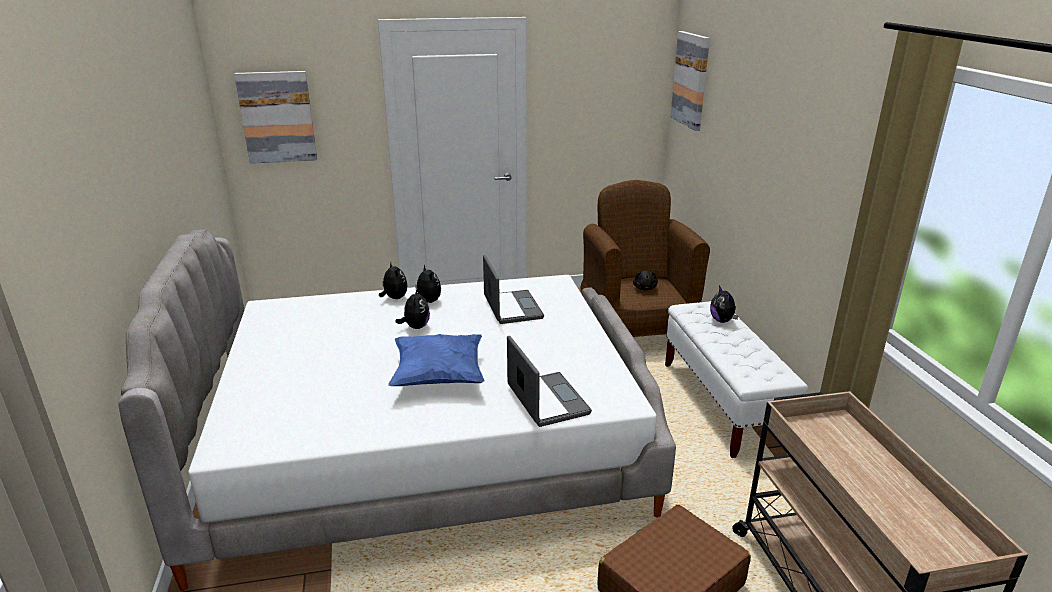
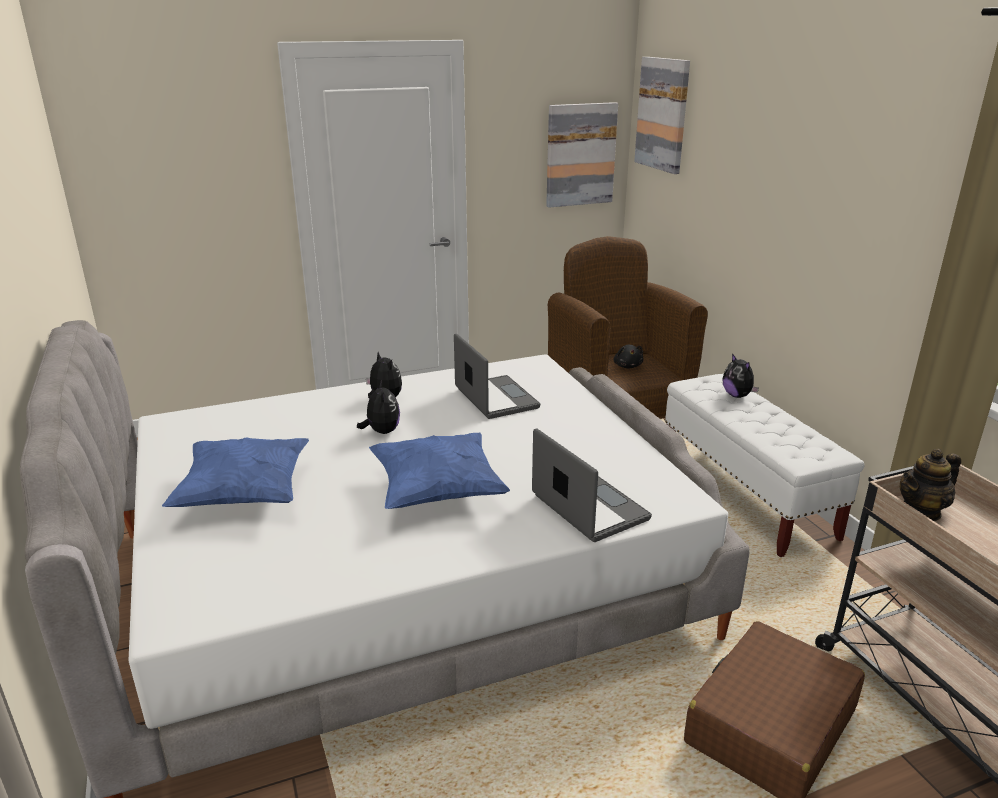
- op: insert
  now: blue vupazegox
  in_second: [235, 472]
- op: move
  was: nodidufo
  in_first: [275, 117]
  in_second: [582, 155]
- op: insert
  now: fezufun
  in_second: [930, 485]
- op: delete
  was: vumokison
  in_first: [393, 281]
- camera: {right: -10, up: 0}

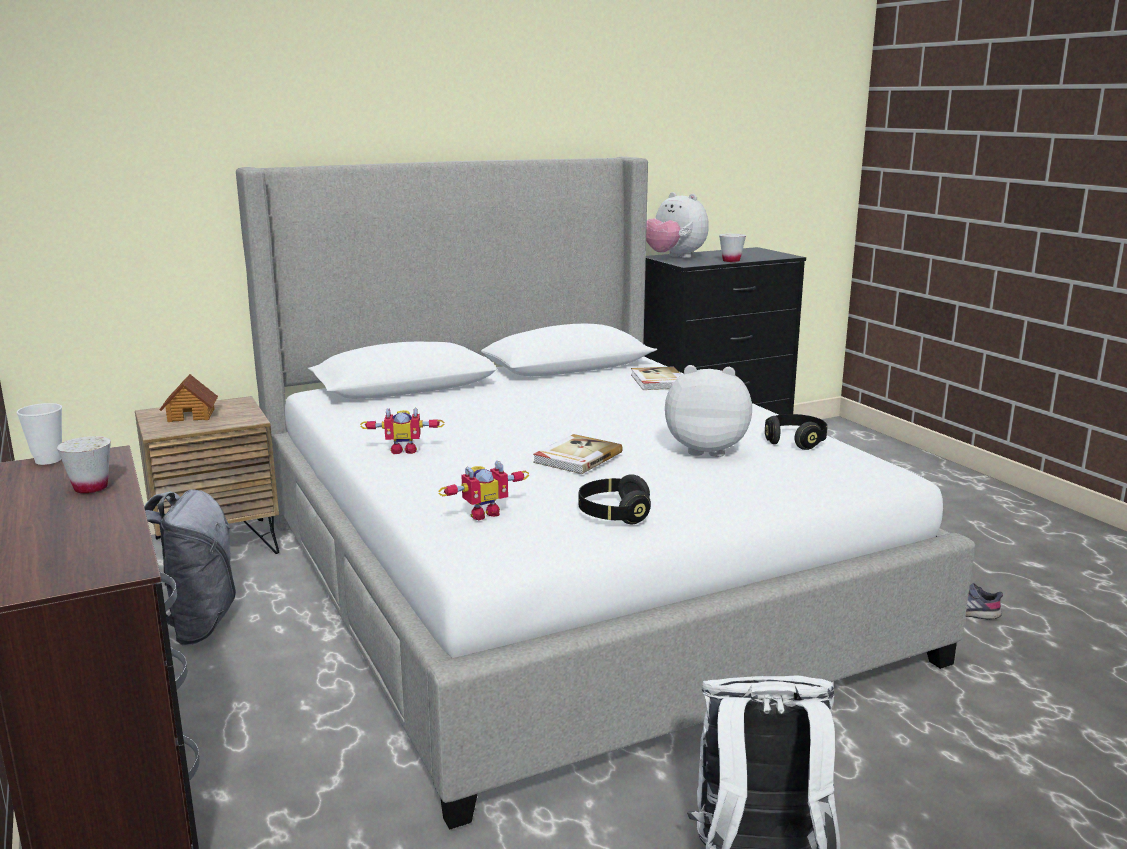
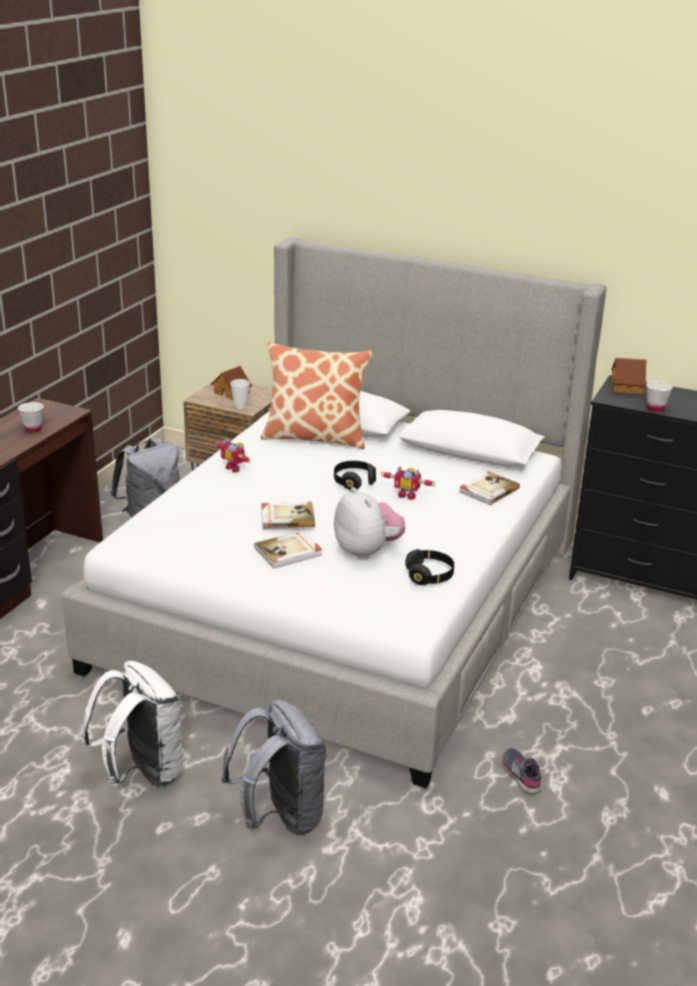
- op: insert
  now: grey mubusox
  in_second: [274, 767]
- op: move
  was: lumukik
  in_first: [39, 434]
  in_second: [240, 394]
- op: insert
  now: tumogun
  in_second: [288, 549]
- op: insert
  now: vupazegox
  in_second: [317, 395]
- op: move
  was: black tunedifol
  in_first: [614, 499]
  in_second: [355, 475]
- op: move
  was: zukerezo
  in_first: [484, 490]
  in_second: [408, 483]
- op: replace
  was: vumokison
  now: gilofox
  in_first: [677, 225]
  in_second: [629, 376]
- camera: {right: 50, up: 10}

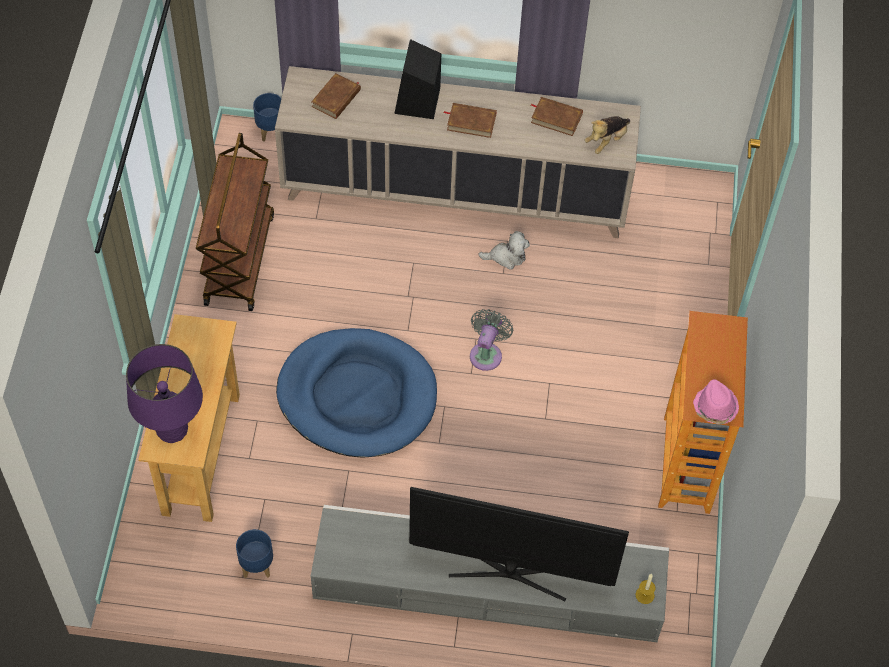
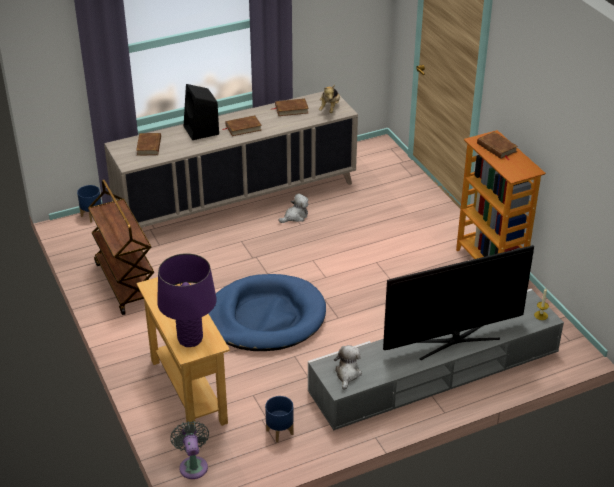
- op: move
  was: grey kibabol
  in_first: [491, 340]
  in_second: [189, 450]
- op: insert
  now: vumokison
  in_second: [348, 367]
- op: insert
  now: brown tumogun
  in_second: [497, 146]
- op: delete
  was: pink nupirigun
  in_first: [716, 401]
- camera: {right: -30, up: -20}

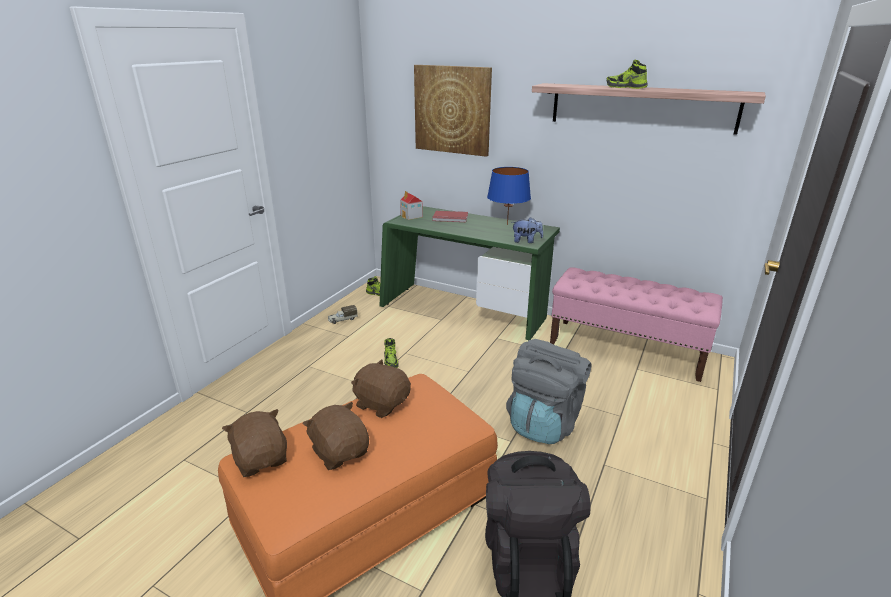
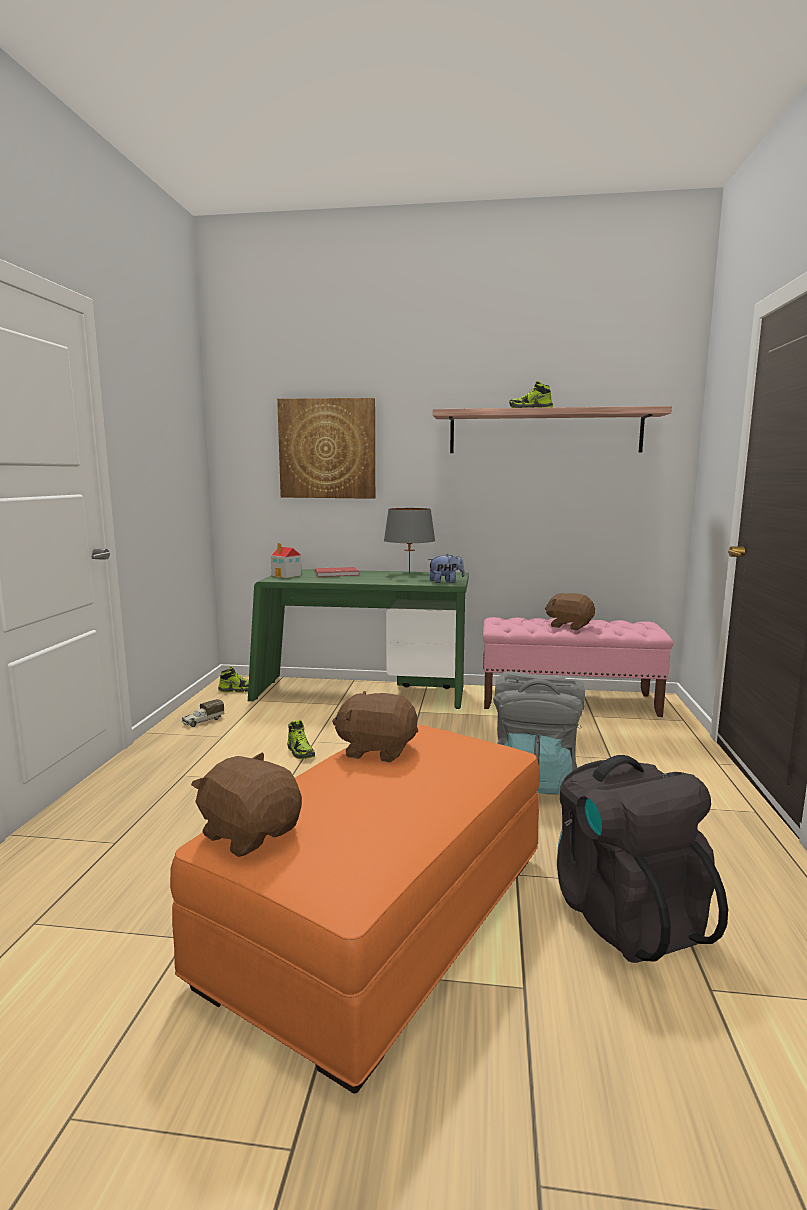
- op: recolor
  was: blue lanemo
  now: grey lanemo
  in_first: [509, 196]
  in_second: [409, 541]
- op: move
  was: brown vumokison
  in_first: [336, 436]
  in_second: [570, 611]
- camera: {right: -20, up: -15}

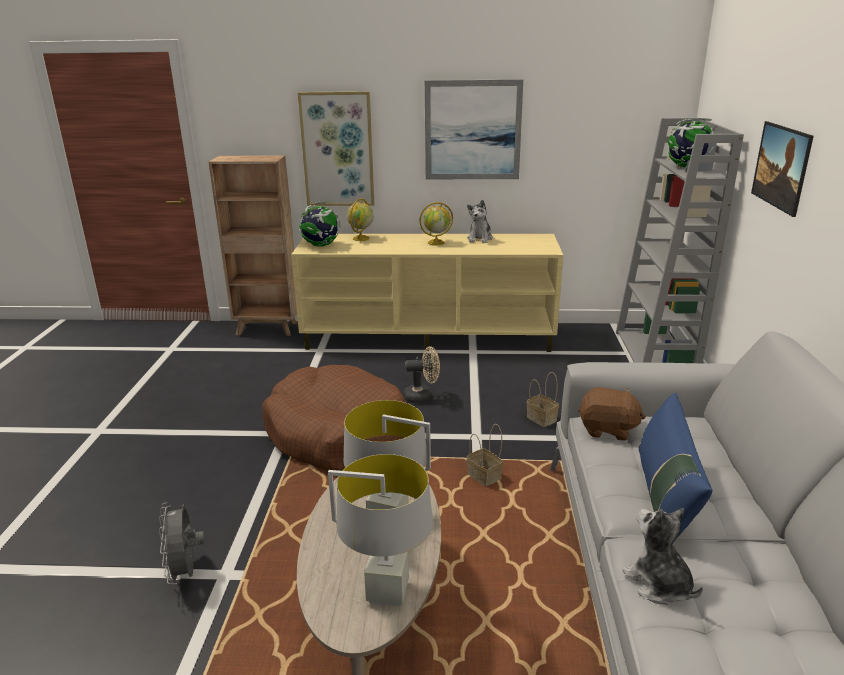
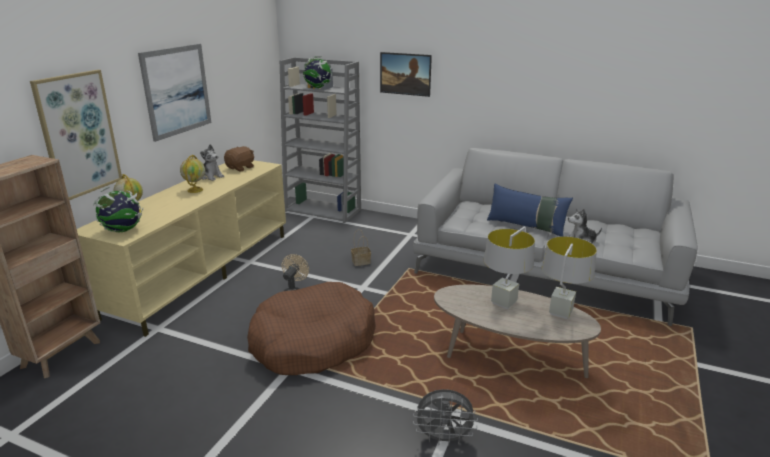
- op: move
  was: brown vumokison
  in_first: [612, 414]
  in_second: [239, 158]
- op: delete
  was: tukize
  in_first: [485, 455]
- camera: {right: -70, up: 0}

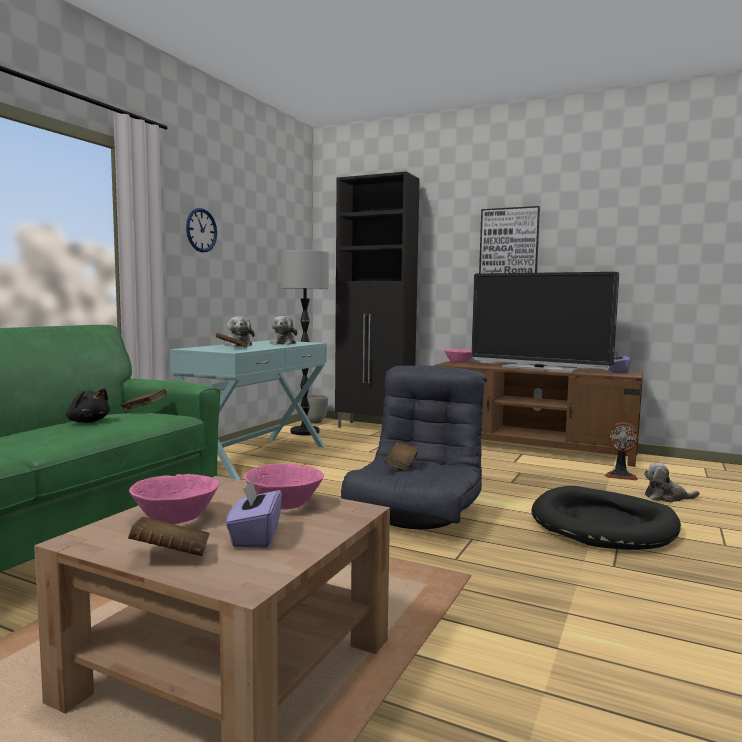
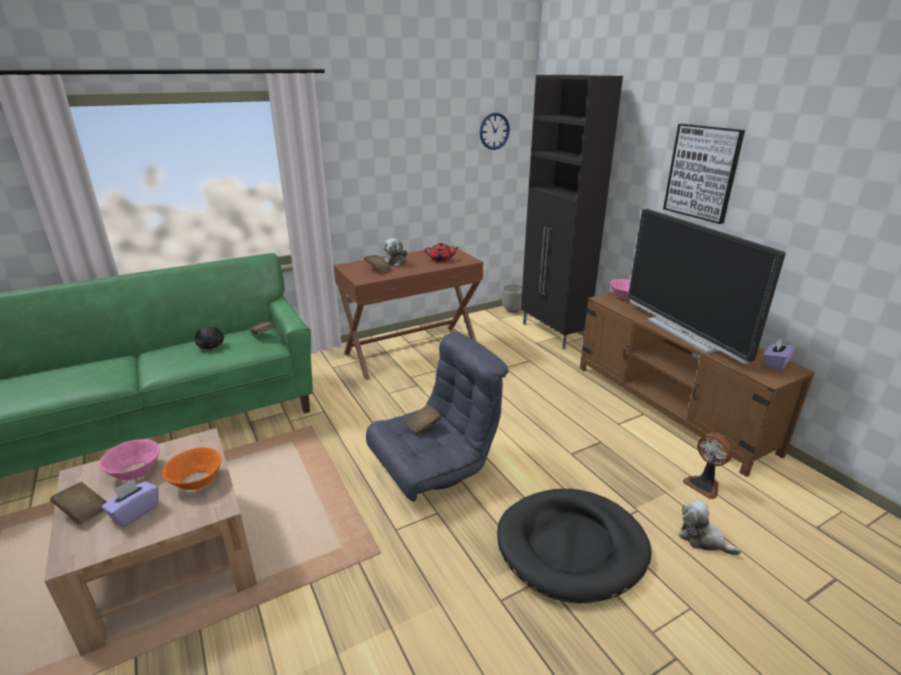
- op: recolor
  was: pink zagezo
  now: orange zagezo
  in_first: [284, 486]
  in_second: [192, 468]
- op: recolor
  was: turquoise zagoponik
  now: brown zagoponik
  in_first: [248, 410]
  in_second: [408, 313]
- op: replace
  was: vumokison
  now: red fezufun
  in_first: [284, 330]
  in_second: [441, 252]
- op: move
  was: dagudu
  in_first: [201, 230]
  in_second: [495, 131]
- op: delete
  was: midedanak
  in_first: [305, 342]
- camera: {right: 35, up: 20}

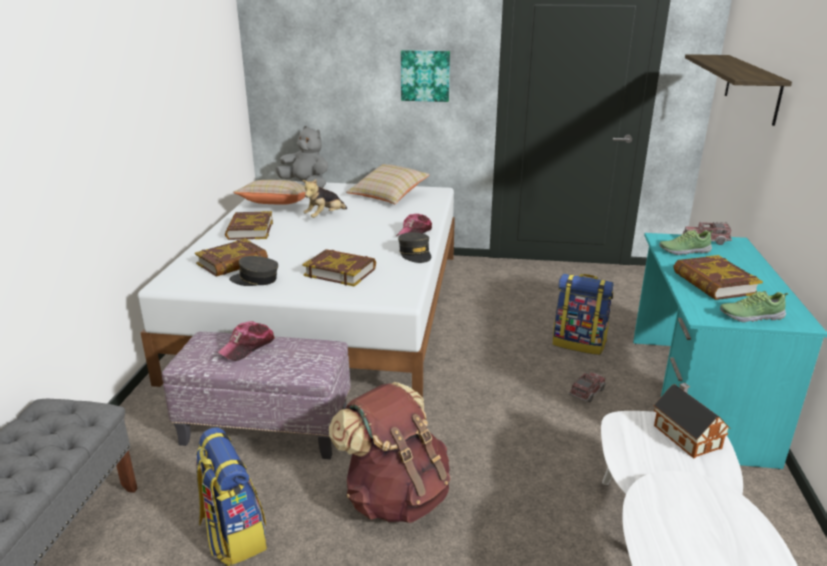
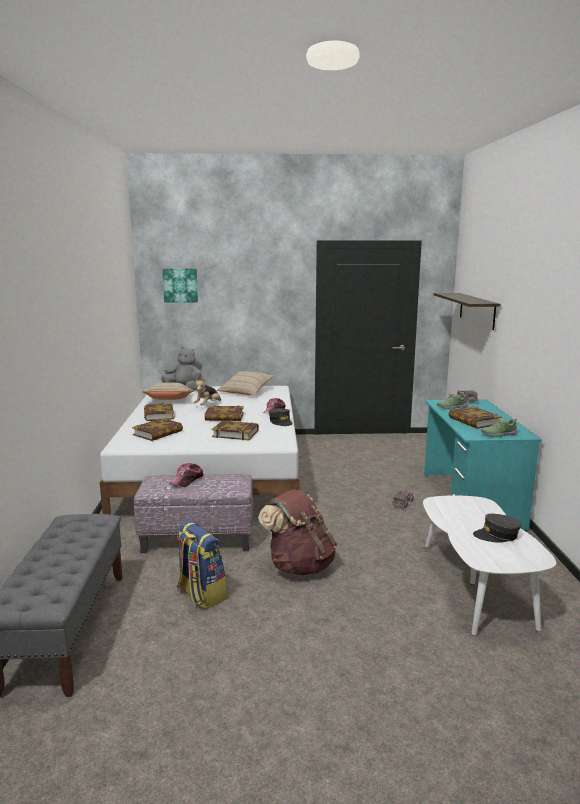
- op: move
  was: nodidufo
  in_first: [425, 76]
  in_second: [180, 285]
- op: insert
  now: tumogun
  in_second: [224, 413]
- op: move
  was: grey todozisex
  in_first: [253, 271]
  in_second: [497, 528]
- op: delete
  was: mubusox
  in_first: [583, 314]
- op: delete
  was: gilofox
  in_first: [692, 421]
- camera: {right: -10, up: -10}

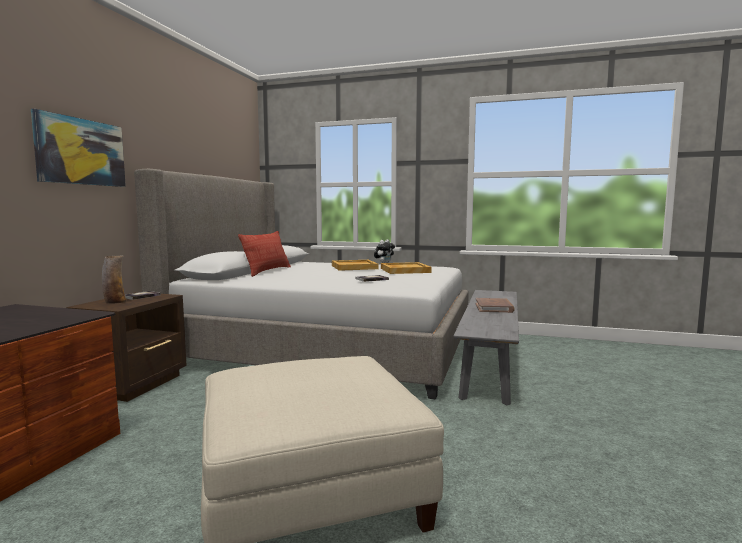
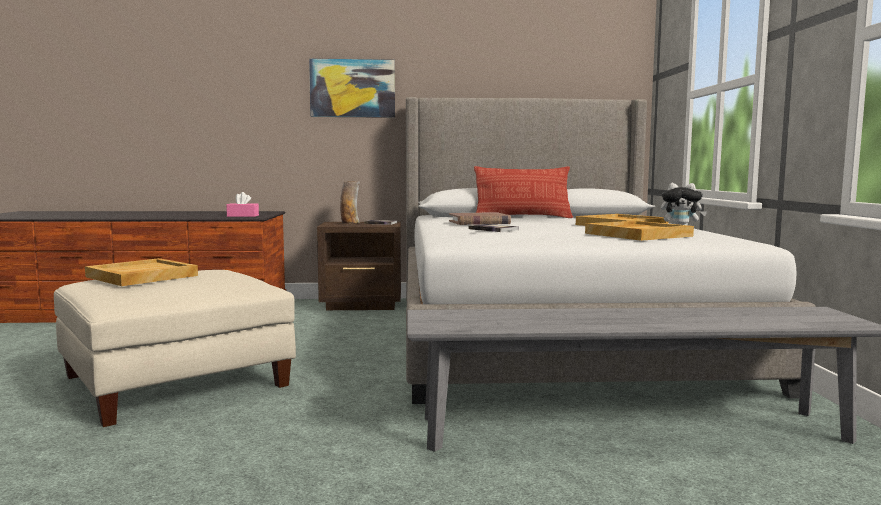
- op: insert
  now: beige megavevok
  in_second: [141, 272]
- op: insert
  now: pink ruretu
  in_second: [242, 204]
- op: move
  was: brown tumogun
  in_first: [495, 305]
  in_second: [480, 218]
- camera: {right: 70, up: 0}

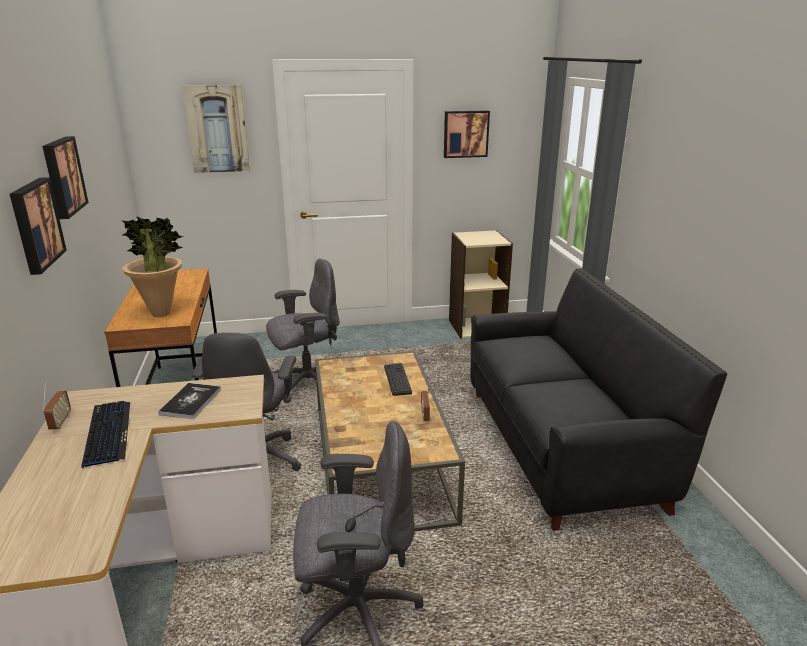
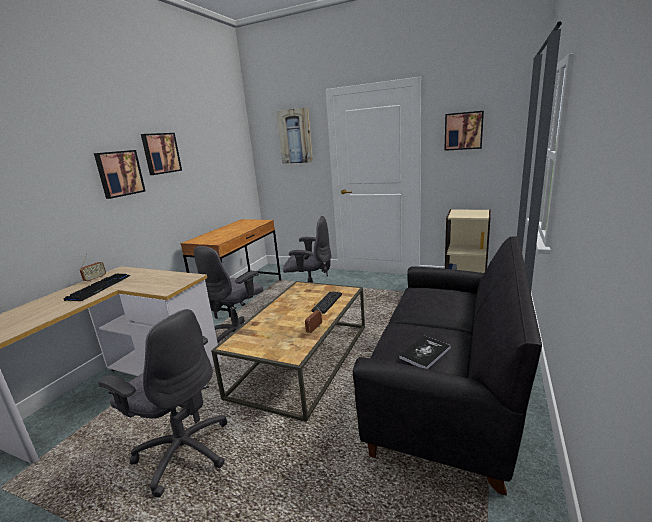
- op: move
  was: tumogun
  in_first: [189, 401]
  in_second: [425, 352]
- op: delete
  was: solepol
  in_first: [152, 266]
- camera: {right: 35, up: -5}

